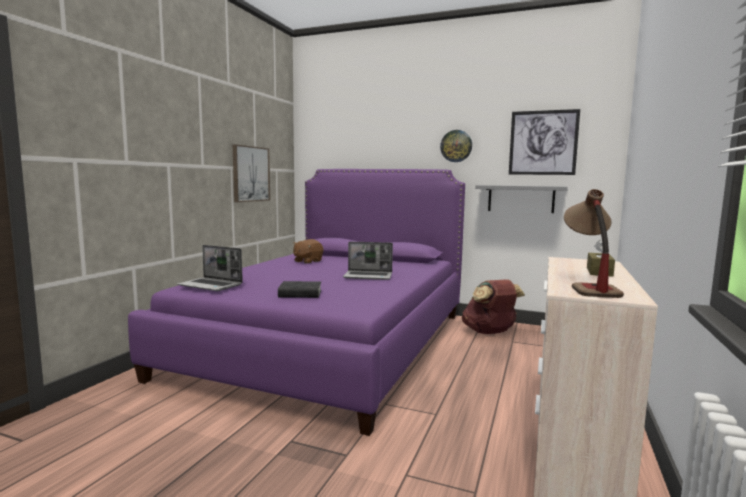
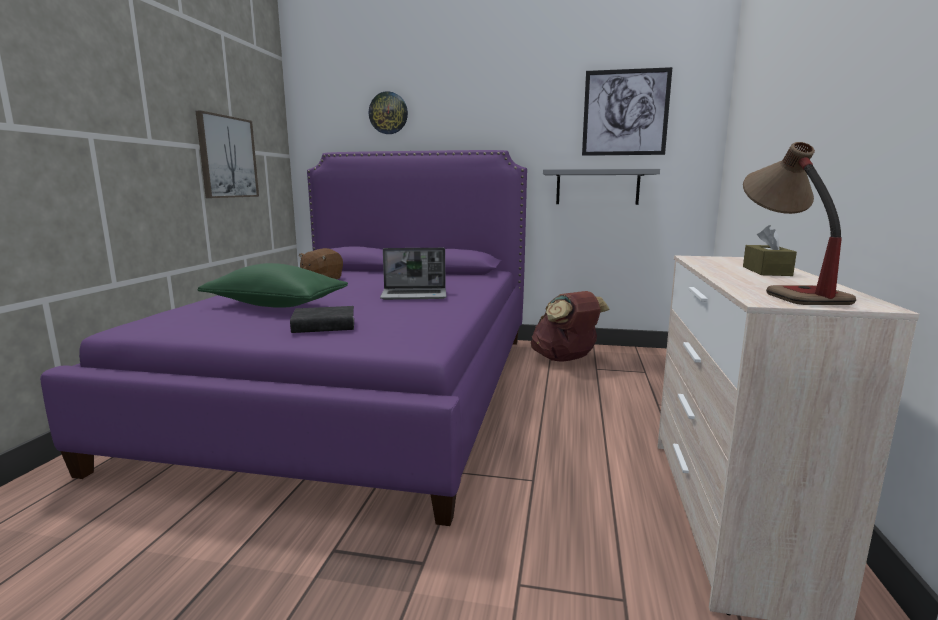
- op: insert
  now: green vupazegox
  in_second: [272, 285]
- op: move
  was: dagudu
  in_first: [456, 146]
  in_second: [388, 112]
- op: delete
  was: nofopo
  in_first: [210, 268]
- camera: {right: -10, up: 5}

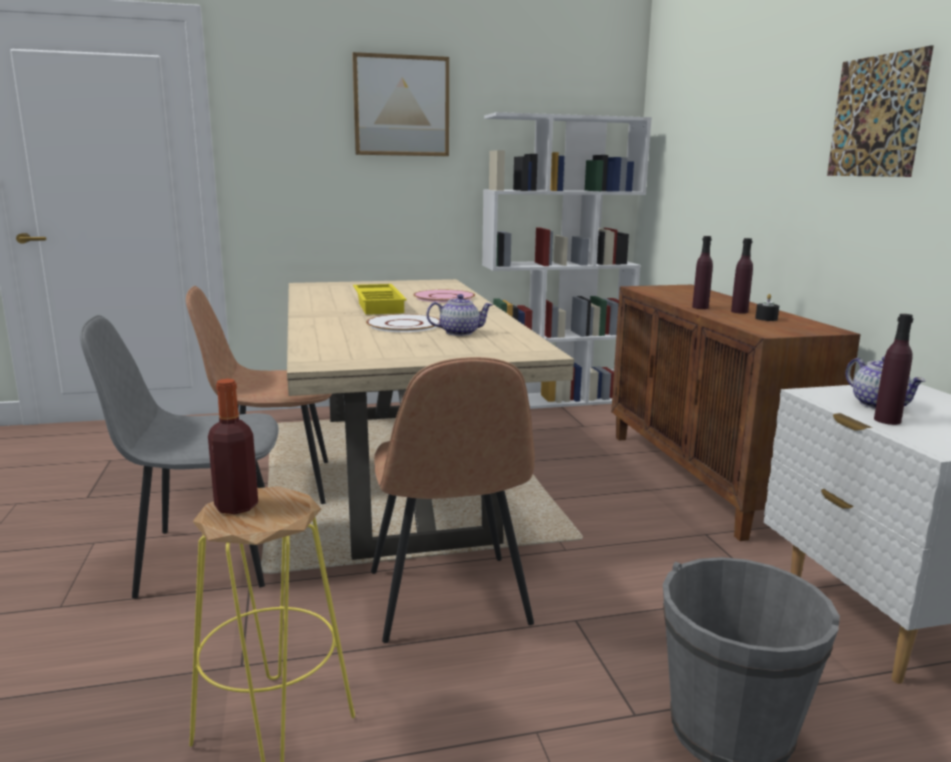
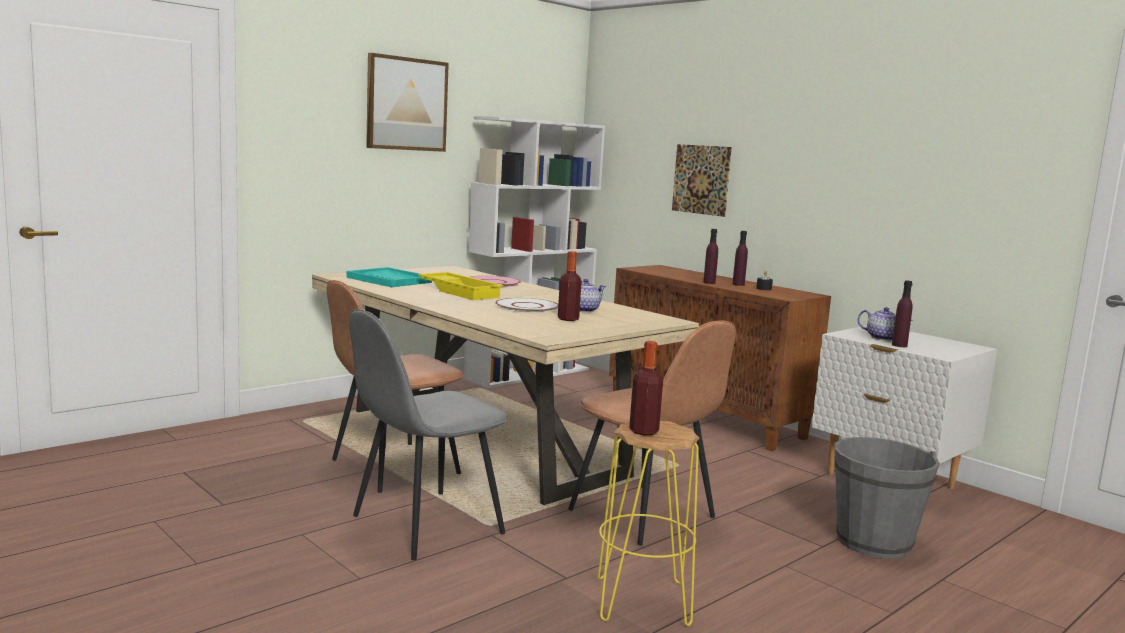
- op: insert
  now: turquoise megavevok
  in_second: [389, 277]
- op: insert
  now: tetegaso
  in_second: [570, 286]
- op: move
  was: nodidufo
  in_first: [880, 111]
  in_second: [702, 180]
- camera: {right: -30, up: -5}

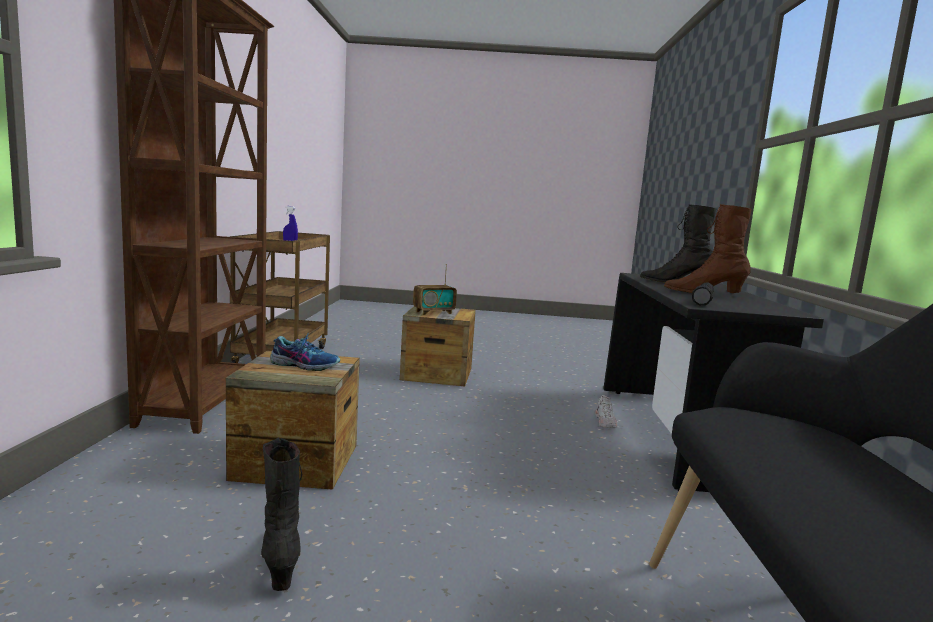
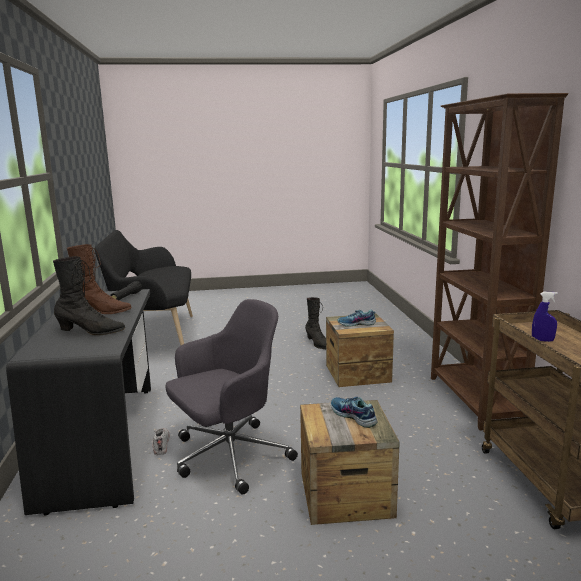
- op: insert
  now: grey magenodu
  in_second: [231, 396]
- op: replace
  was: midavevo
  now: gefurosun
  in_first: [435, 289]
  in_second: [354, 412]
- camera: {right: 170, up: 5}

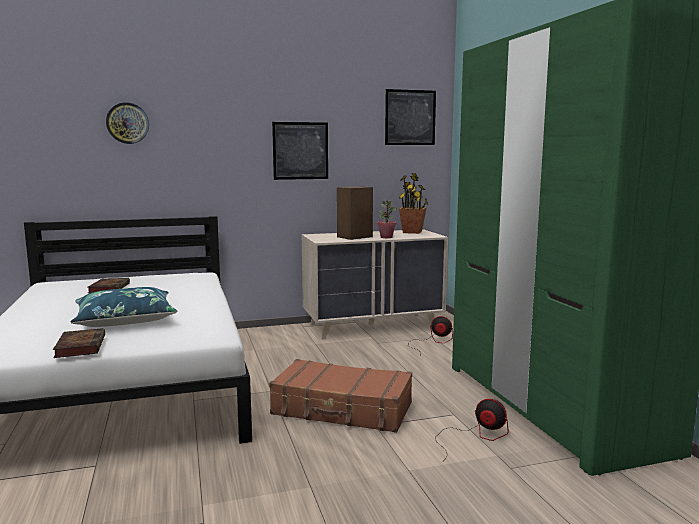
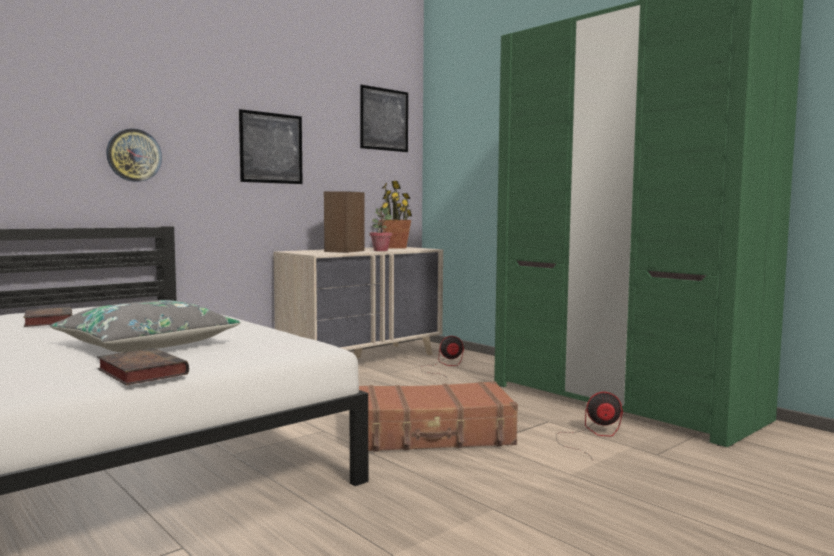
- op: recolor
  was: blue vupazegox
  now: grey vupazegox
  in_first: [124, 307]
  in_second: [145, 326]
- op: move
  was: dagudu
  in_first: [127, 123]
  in_second: [134, 155]
- camera: {right: -25, up: -5}

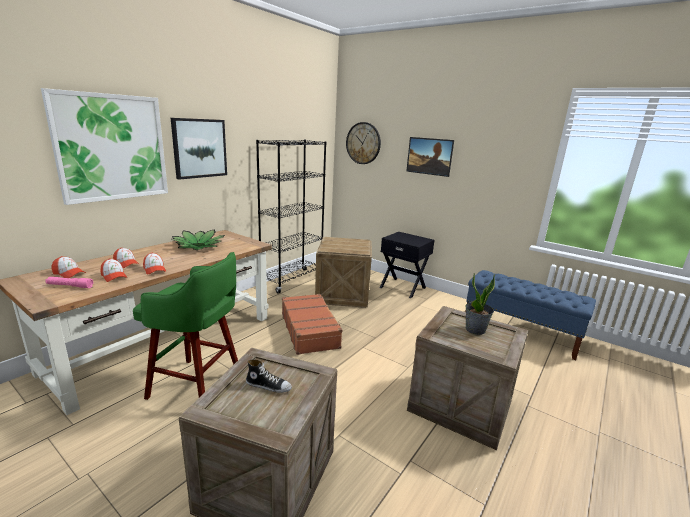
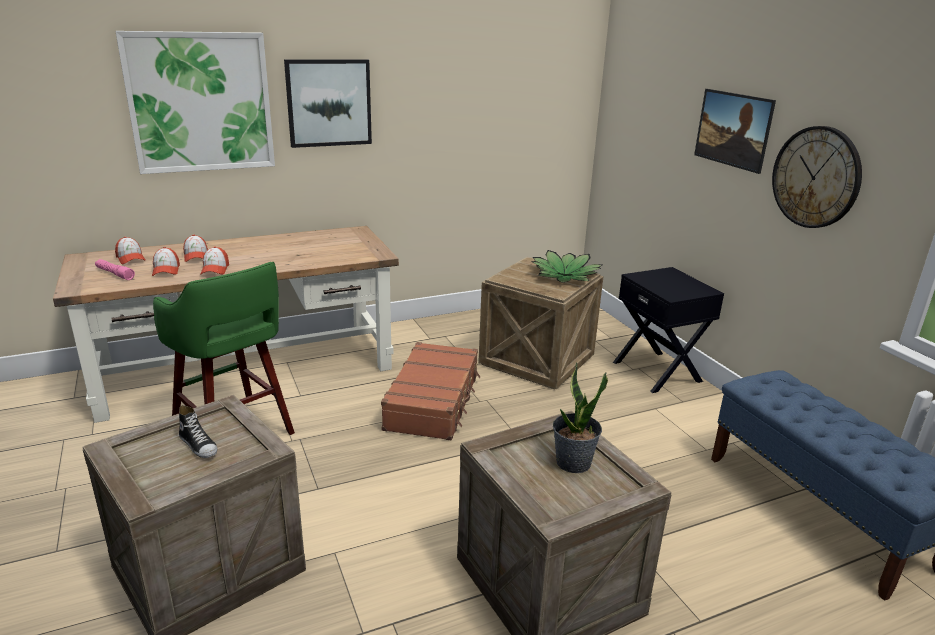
- op: move
  was: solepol
  in_first: [198, 240]
  in_second: [567, 266]
- op: move
  was: dagudu
  in_first: [363, 143]
  in_second: [817, 177]
- op: delete
  was: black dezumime
  in_first: [291, 217]
- camera: {right: 30, up: 5}

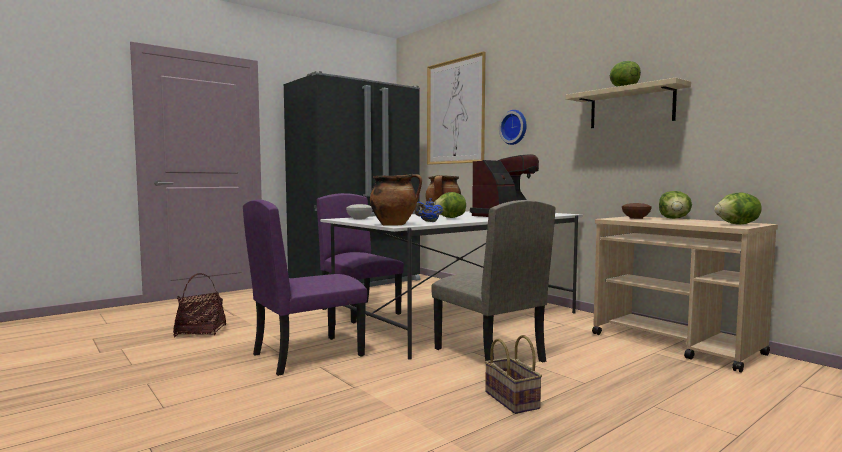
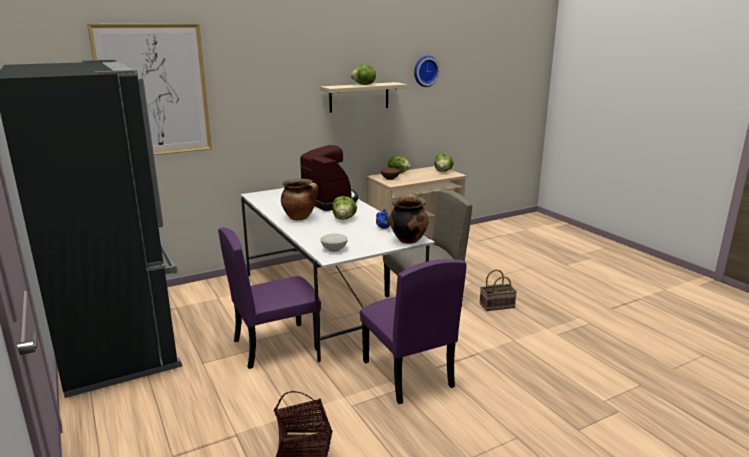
- op: move
  was: dagudu
  in_first: [513, 127]
  in_second: [427, 71]
- camera: {right: -80, up: 15}

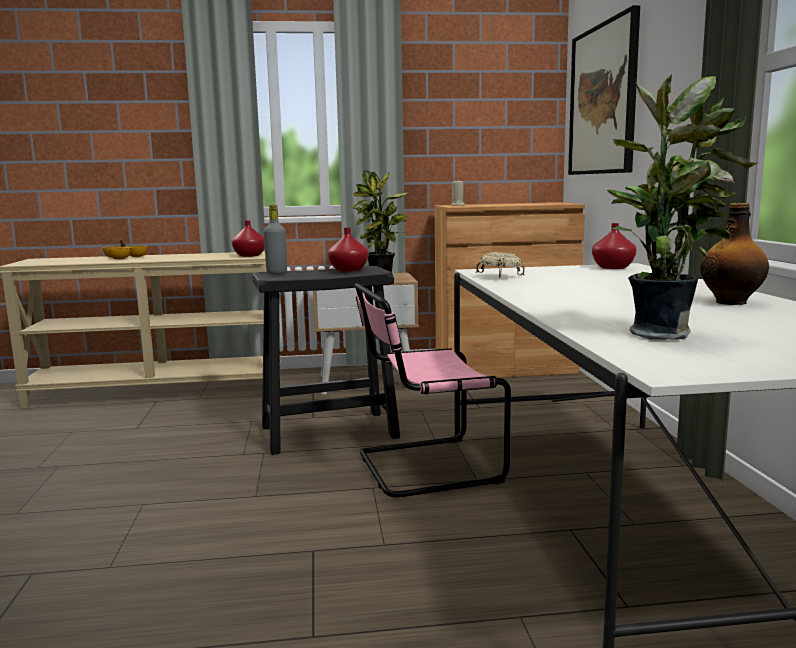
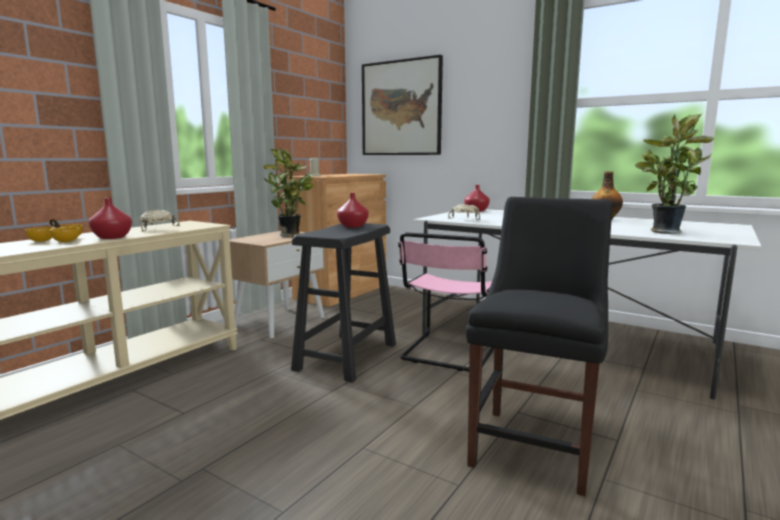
- op: move
  was: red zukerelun
  in_first: [248, 238]
  in_second: [110, 218]
- op: insert
  now: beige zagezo
  in_second: [159, 221]
- op: insert
  now: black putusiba
  in_second: [539, 346]
- op: delete
  was: grey tetegaso
  in_first: [275, 239]
- camera: {right: -50, up: 0}

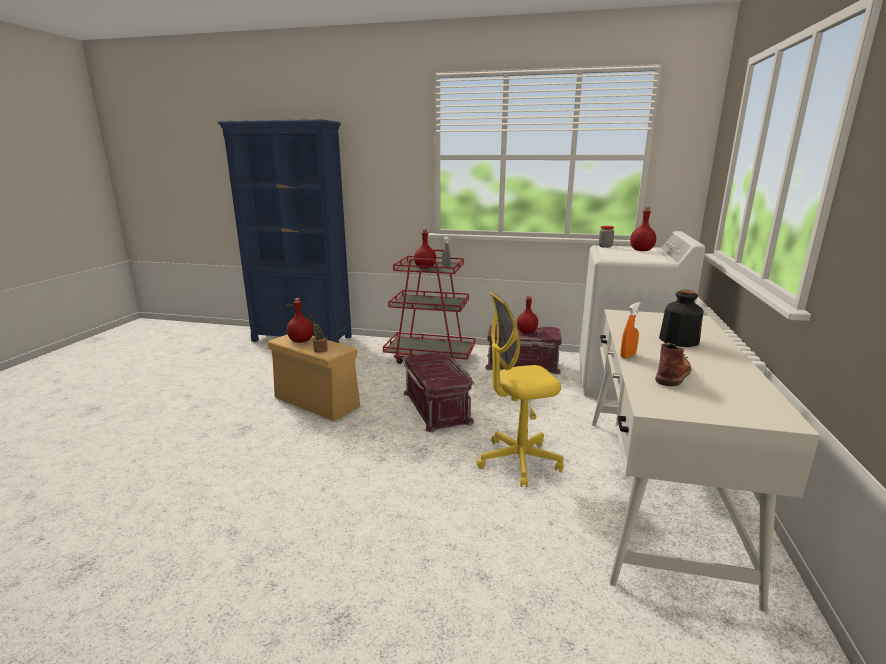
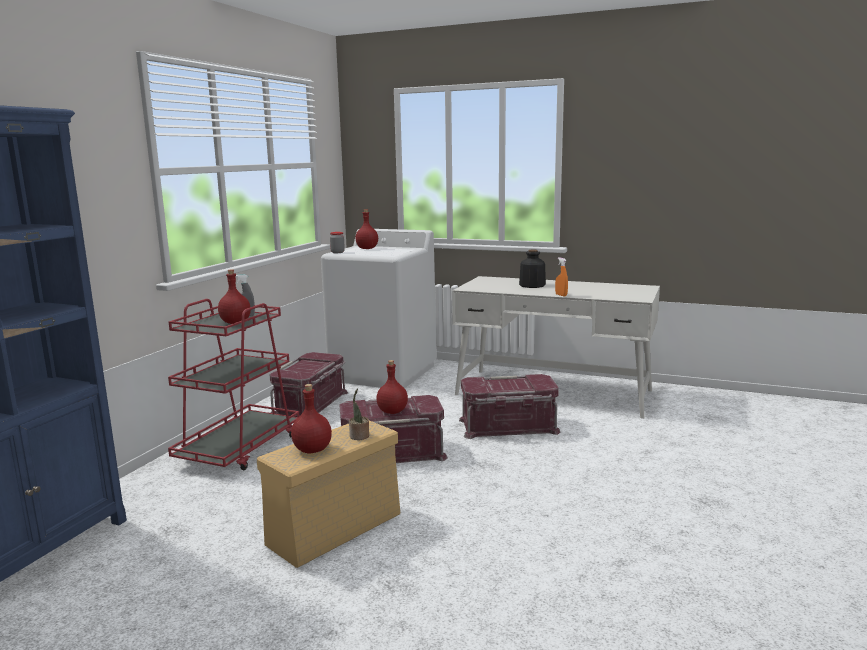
- op: move
  was: red tetegaso
  in_first: [527, 314]
  in_second: [392, 387]
- op: replace
  was: yellow magenodu
  now: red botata
  in_first: [520, 389]
  in_second: [510, 406]
- op: delete
  was: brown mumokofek
  in_first: [673, 364]
- camera: {right: -80, up: -5}

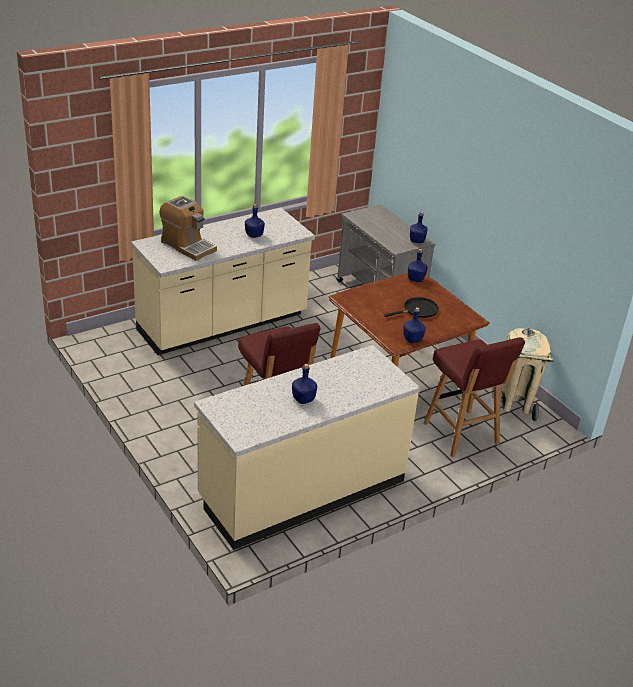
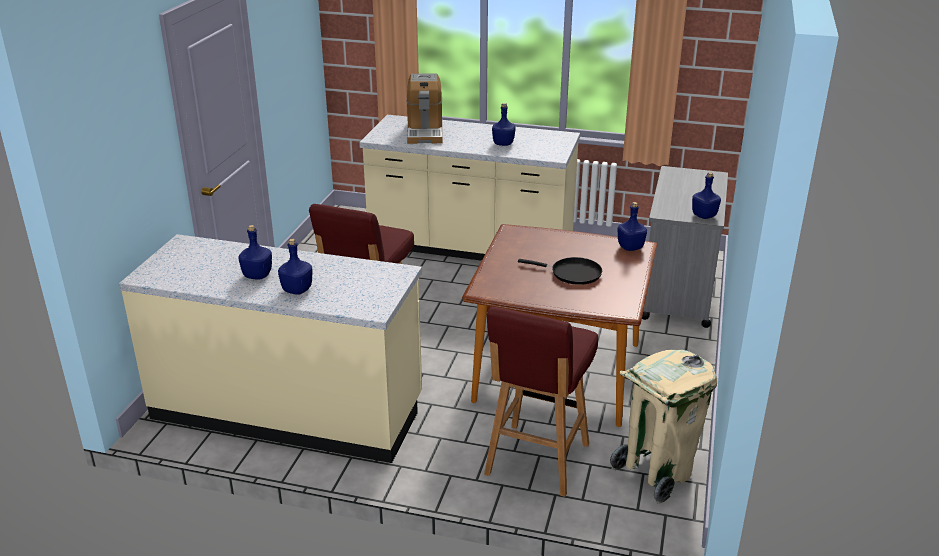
- op: move
  was: blue tetegaso
  in_first: [414, 325]
  in_second: [295, 267]
- camera: {right: 50, up: -5}

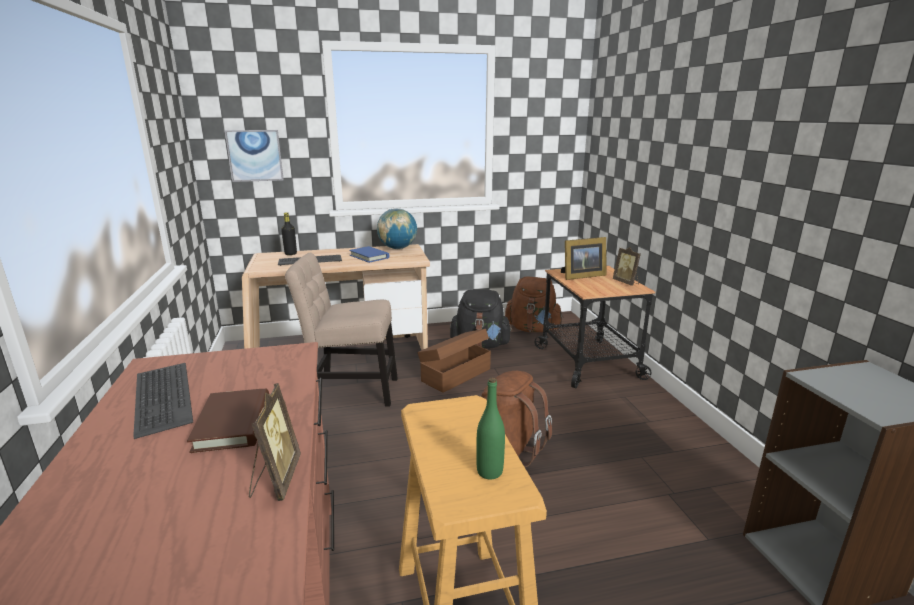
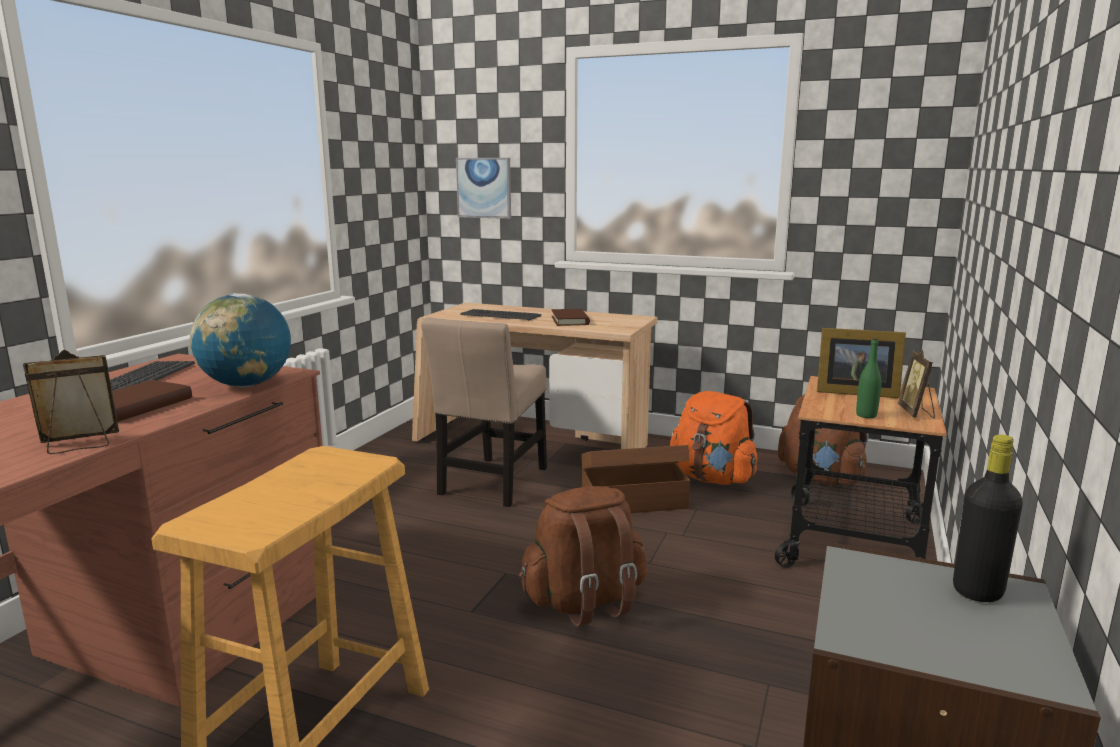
- op: rotate
  was: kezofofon
  in_first: [275, 442]
  in_second: [71, 402]
  clockwise: -150
- op: move
  was: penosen
  in_first: [397, 228]
  in_second: [240, 340]
- op: rotate
  was: beige putusiba
  in_first: [341, 330]
  in_second: [484, 412]
  clockwise: -105
- op: recolor
  was: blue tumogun
  now: brown tumogun
  in_first: [369, 254]
  in_second: [571, 317]
- op: recolor
  was: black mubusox
  now: orange mubusox
  in_first: [481, 319]
  in_second: [713, 438]
- op: move
  was: green tetegaso
  in_first: [490, 428]
  in_second: [868, 378]
- op: move
  was: black tetegaso
  in_first: [289, 233]
  in_second: [988, 518]
- camera: {right: 35, up: -5}

